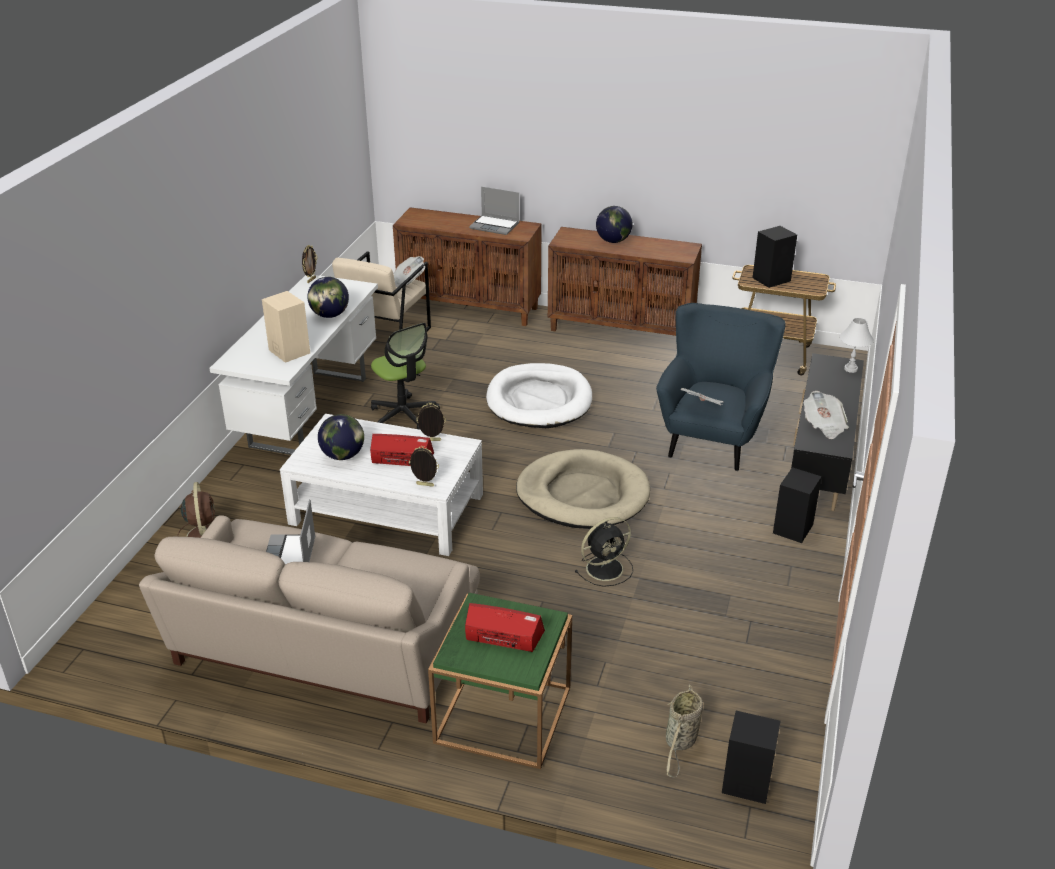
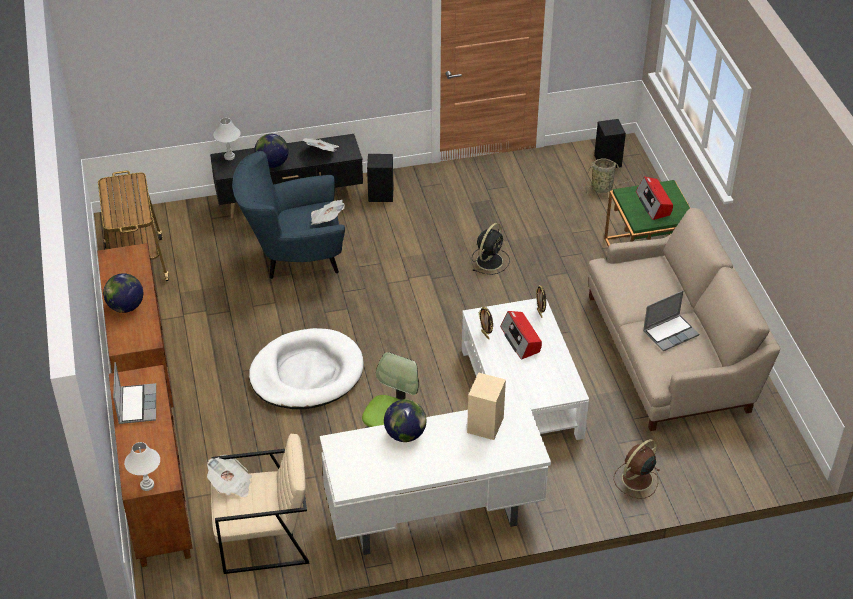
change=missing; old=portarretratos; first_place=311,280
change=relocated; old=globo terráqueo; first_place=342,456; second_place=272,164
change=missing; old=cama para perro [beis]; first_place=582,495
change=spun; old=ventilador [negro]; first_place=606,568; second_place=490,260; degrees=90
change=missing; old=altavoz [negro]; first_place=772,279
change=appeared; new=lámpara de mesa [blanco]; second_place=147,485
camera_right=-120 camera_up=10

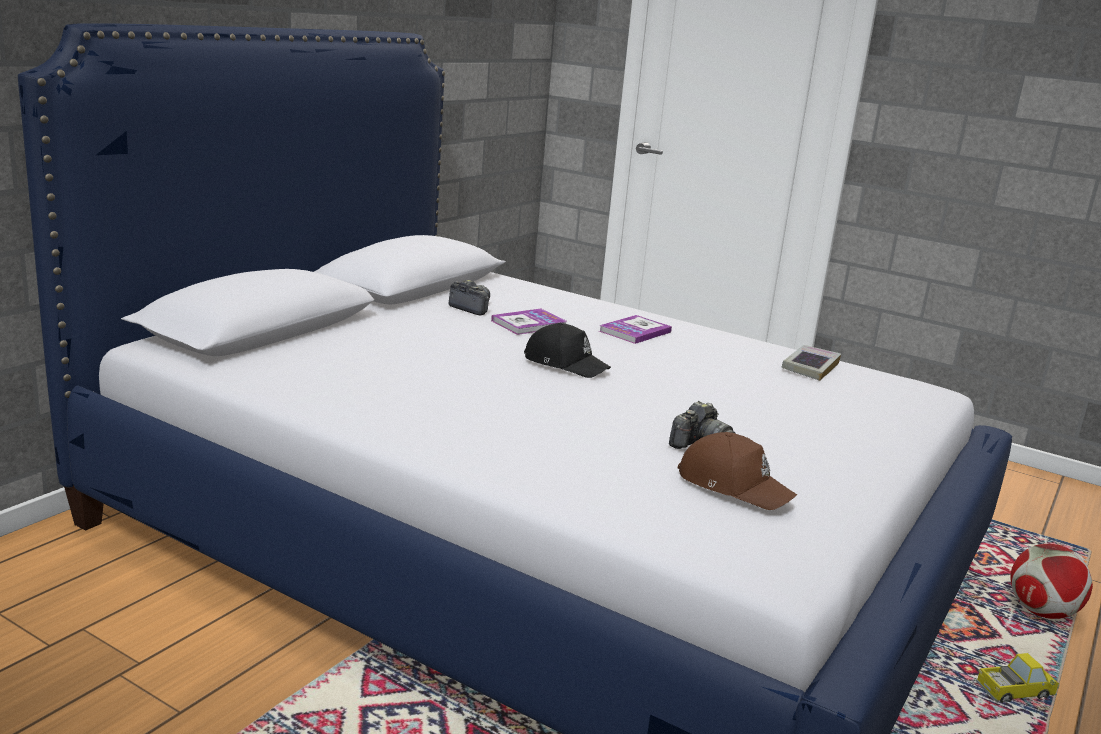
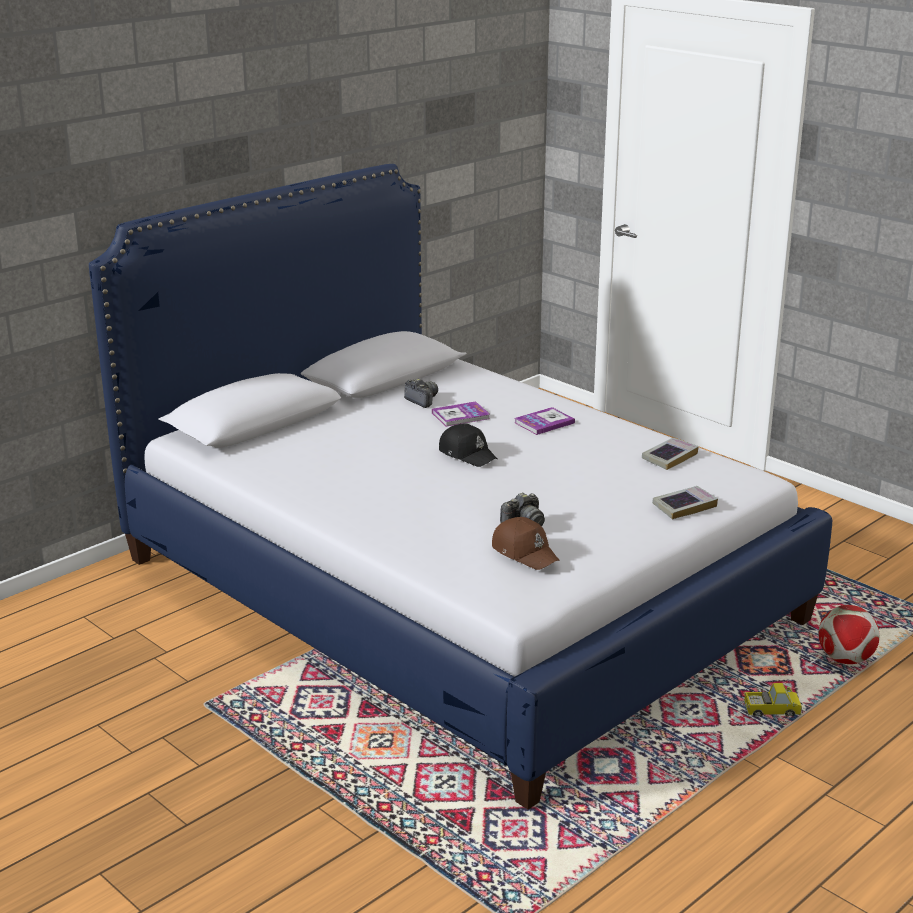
change=appeared; new=libro; second_place=684,506
camera_right=15 camera_up=5

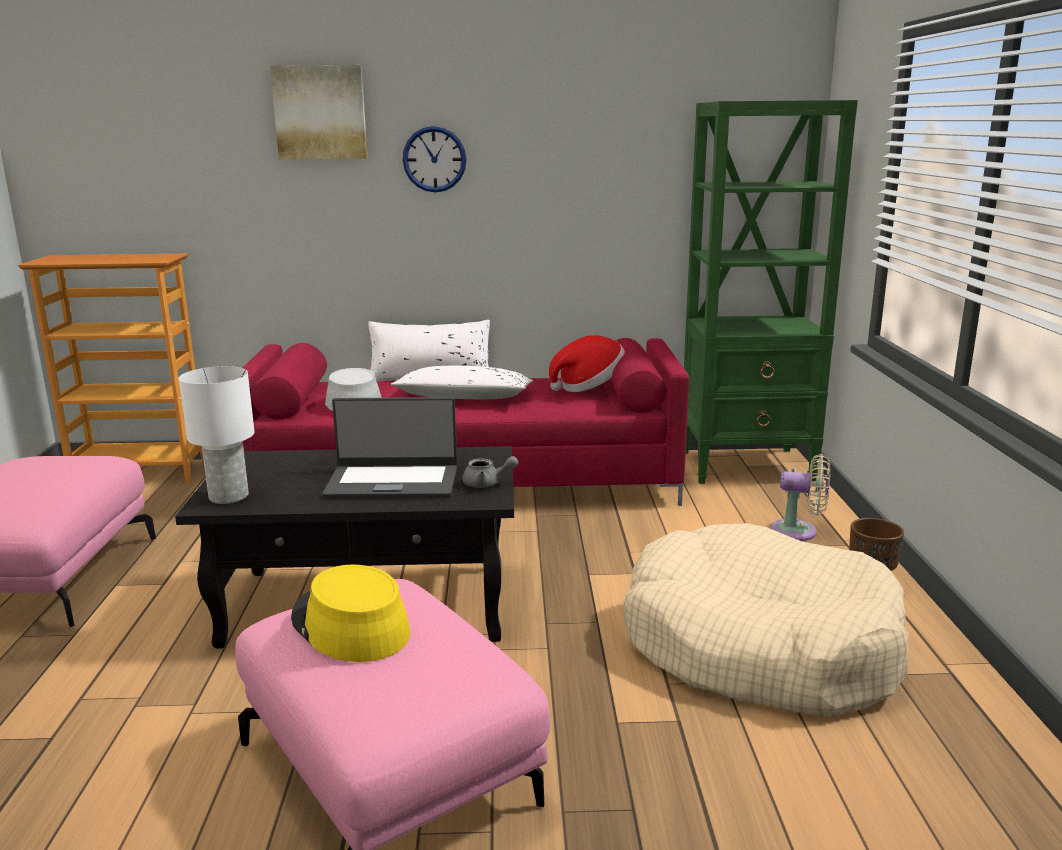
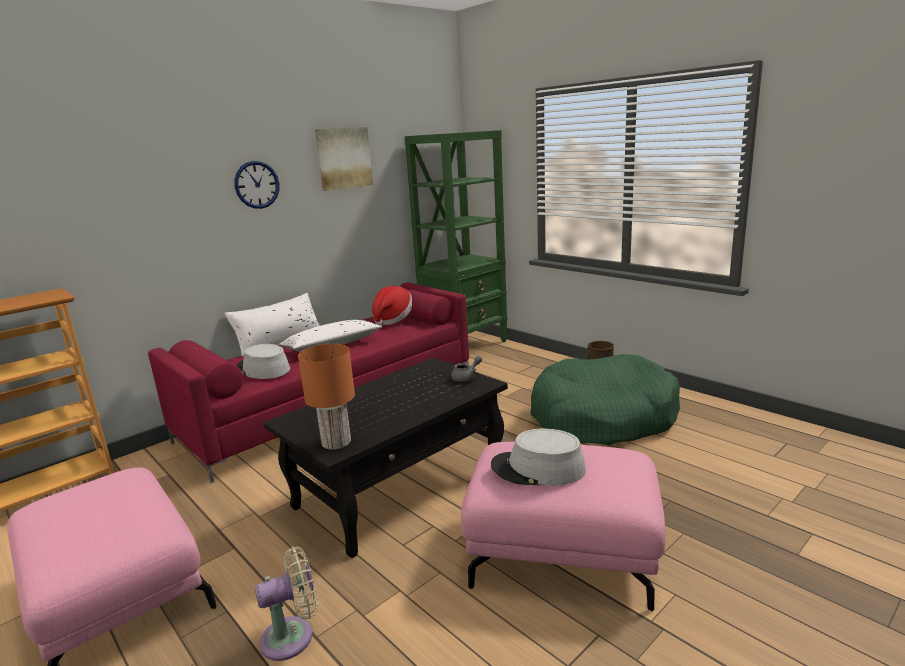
change=colour; old=lámpara de mesa [blanco]; new=lámpara de mesa [naranja]; first_place=227,496; second_place=335,442
change=relocated; old=cuadro; first_place=320,112; second_place=343,158
change=colour; old=sombrero [amarillo]; new=sombrero [gris]; first_place=349,626; second_place=538,469
change=missing; old=portátil; first_place=392,482
change=colour; old=cama para perro [beis]; new=cama para perro [verde]; first_place=759,646; second_place=602,417
change=relocated; old=ventilador [beis]; first_place=799,532; second_place=293,636
camera_right=-40 camera_up=0

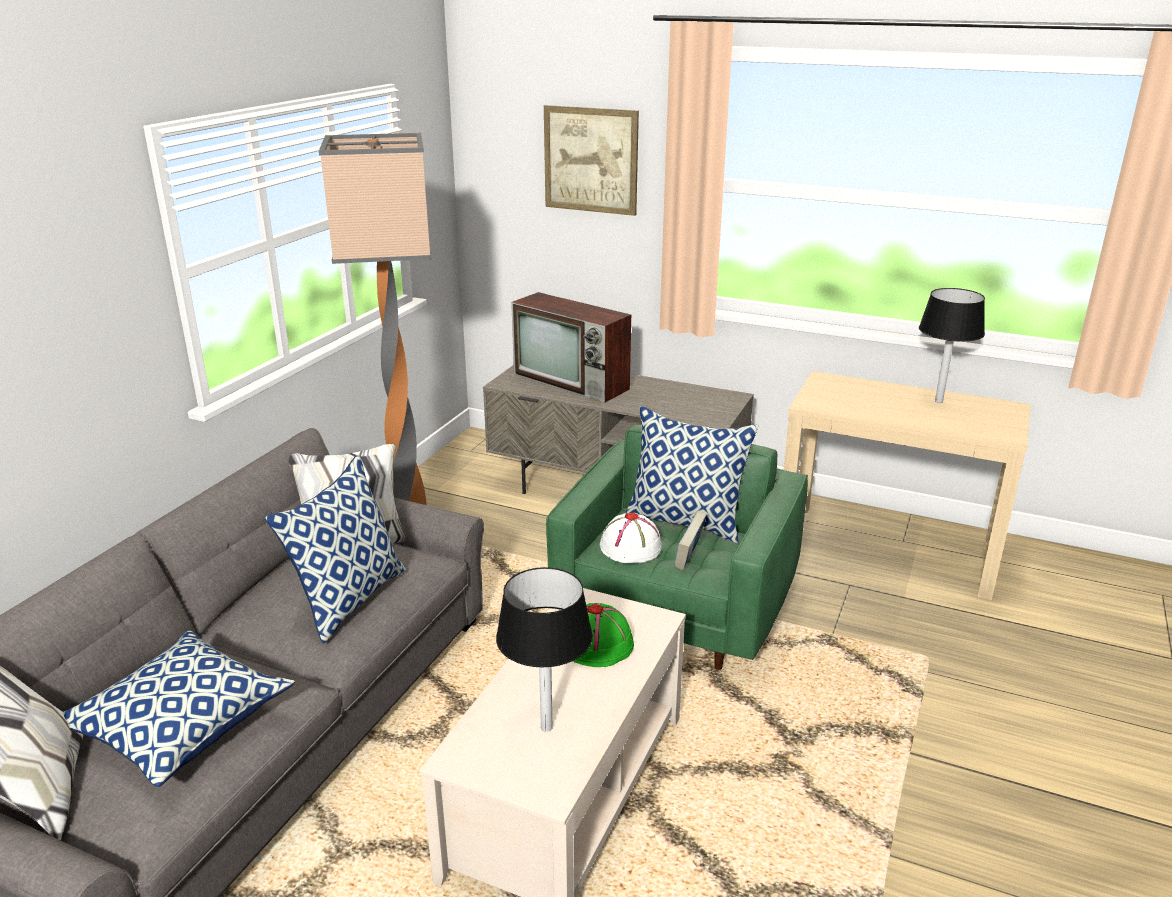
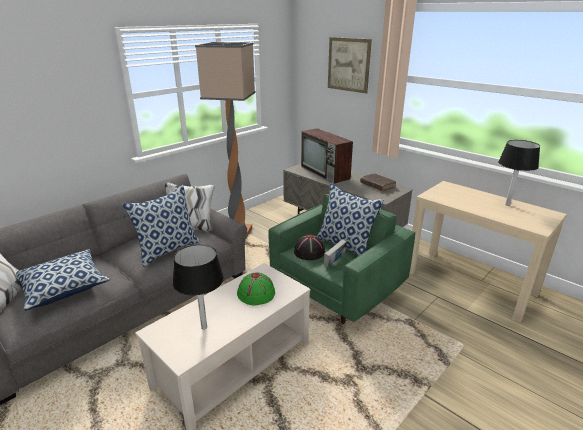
change=colour; old=sombrero [blanco]; new=sombrero [negro]; first_place=631,547; second_place=309,252
change=appeared; new=libro [marrón]; second_place=377,185
camera_right=20 camera_up=0

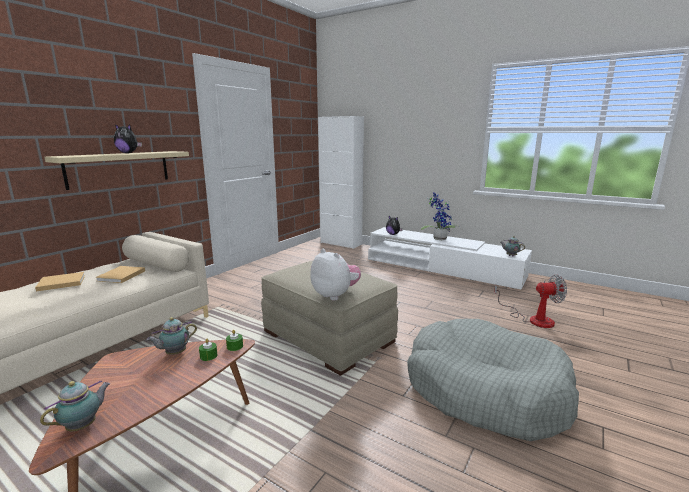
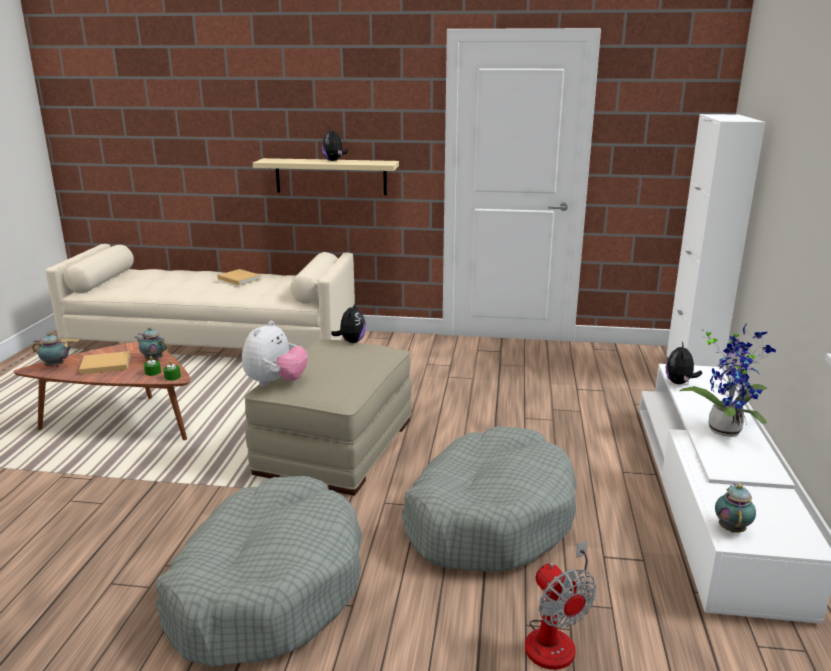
change=relocated; old=libro [beis]; first_place=120,276; second_place=104,365
change=appeared; new=peluche; second_place=351,341
change=appeared; new=cama para perro [gris]; second_place=488,517
camera_right=65 camera_up=5

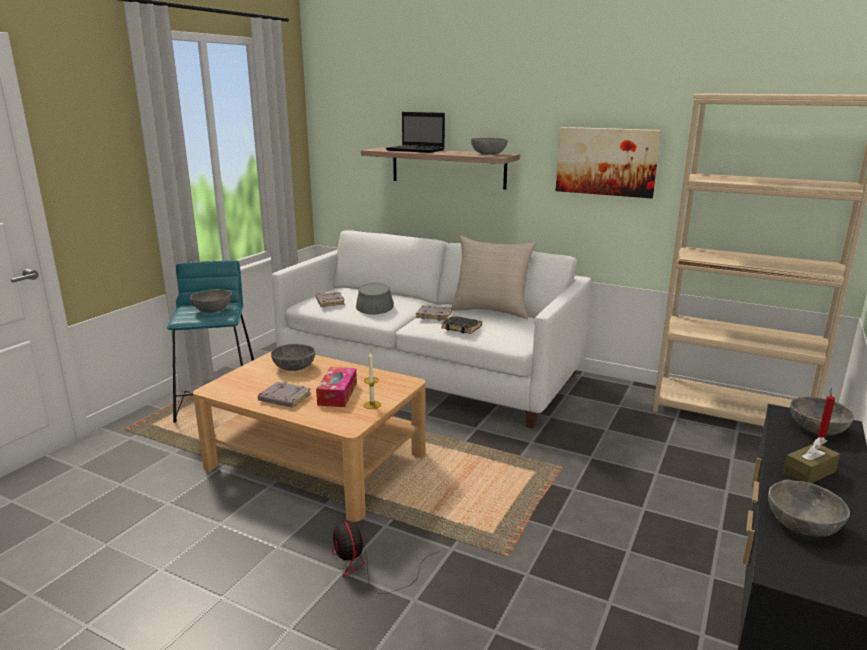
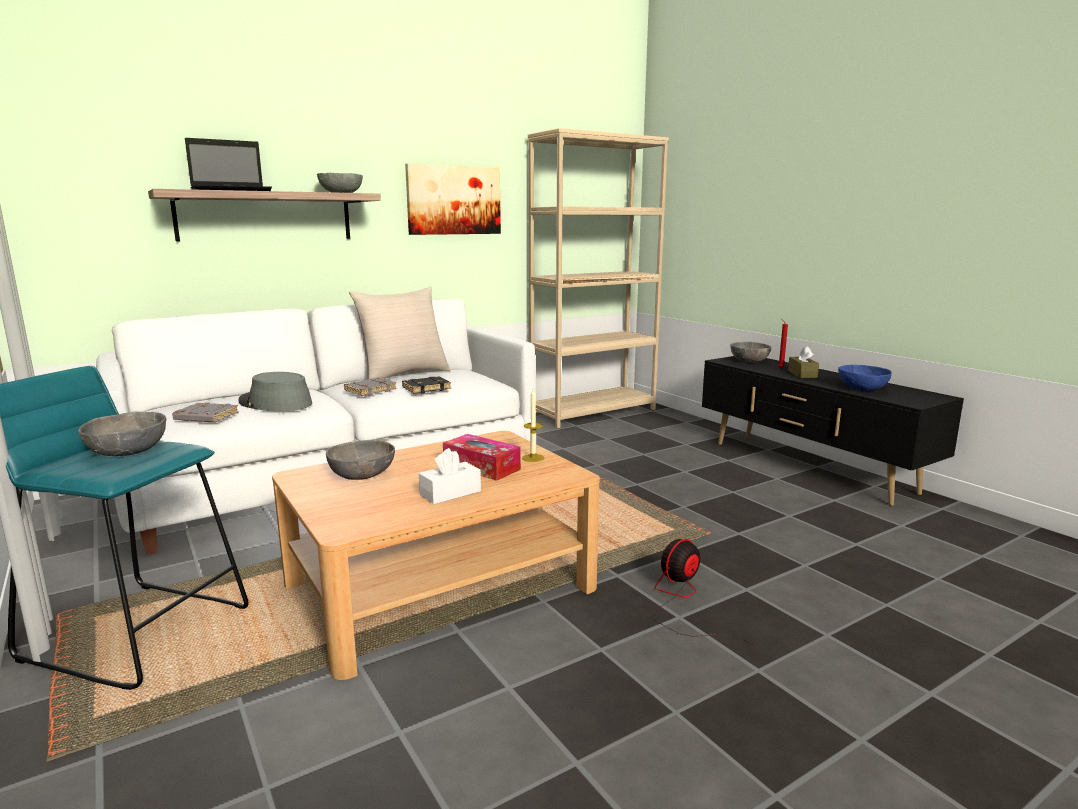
change=exchanged; old=libro [gris]; new=caja de pañuelos [blanco]; first_place=284,398; second_place=450,493
change=spun; old=ventilador; first_place=368,567; second_place=682,601; degrees=135
change=colour; old=cuenco [gris]; new=cuenco [azul]; first_place=802,524; second_place=862,388
camera_right=-60 camera_up=-5

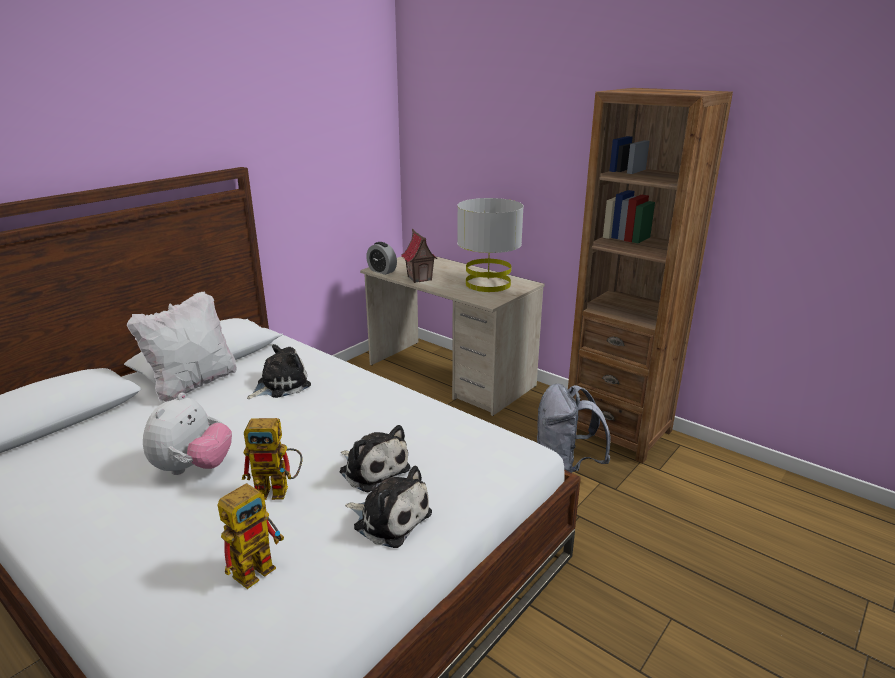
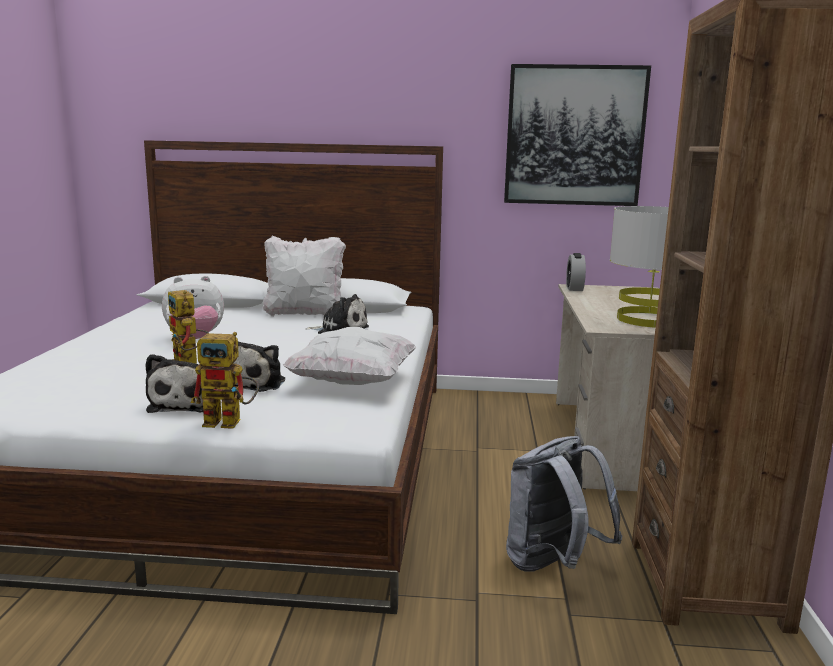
change=relocated; old=robot de juguete; first_place=259,565; second_place=231,422
change=missing; old=casita; first_place=420,278
change=appeared; new=cojín [blanco]; second_place=352,382
change=appeared; new=cuadro; second_place=574,136
camera_right=55 camera_up=-10

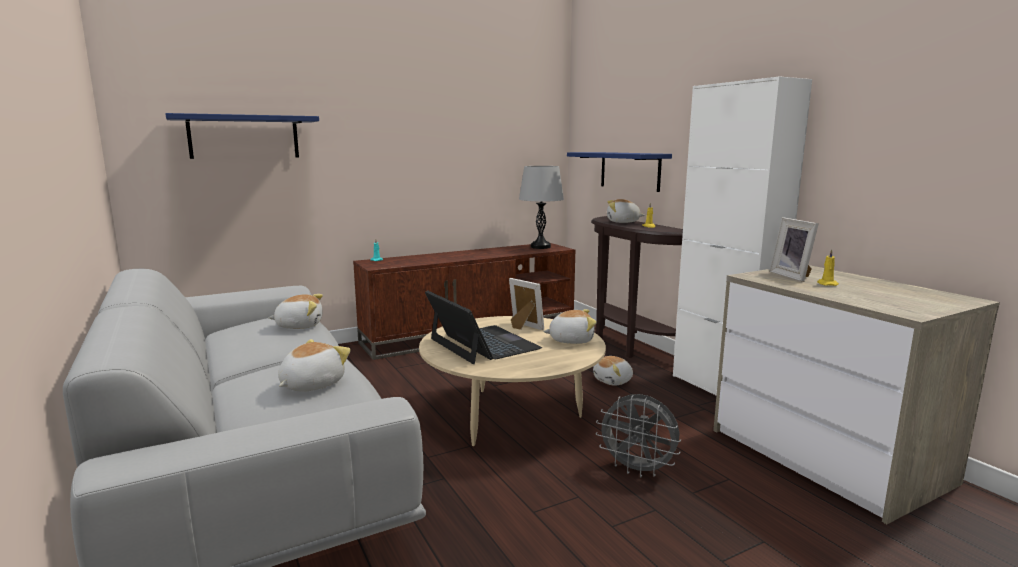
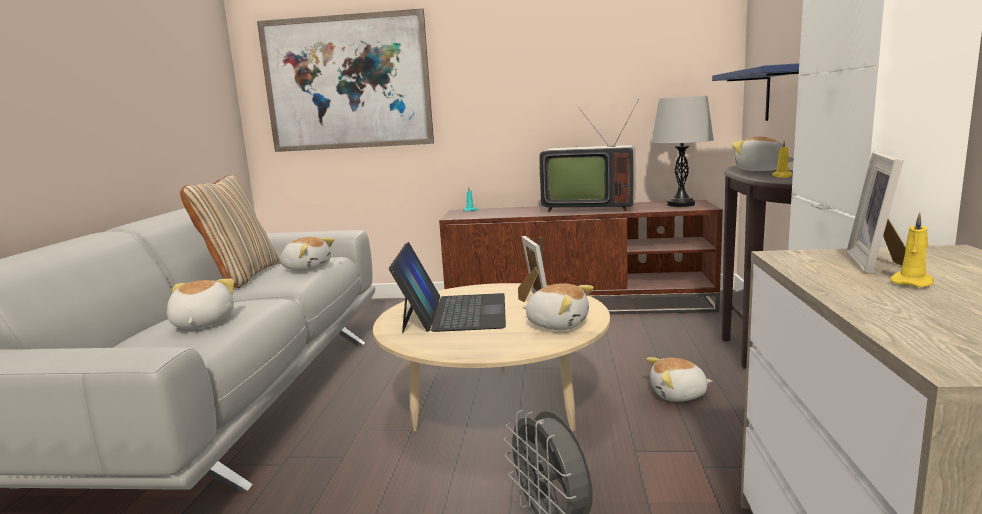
change=exchanged; old=estante [azul]; new=cuadro; first_place=244,137; second_place=347,83
change=spun; old=peluche; first_place=311,384; second_place=201,323; degrees=-75
change=appeared; new=cojín [beis]; second_place=241,276
change=appeared; new=televisor; second_place=587,207
camera_right=35 camera_up=0

